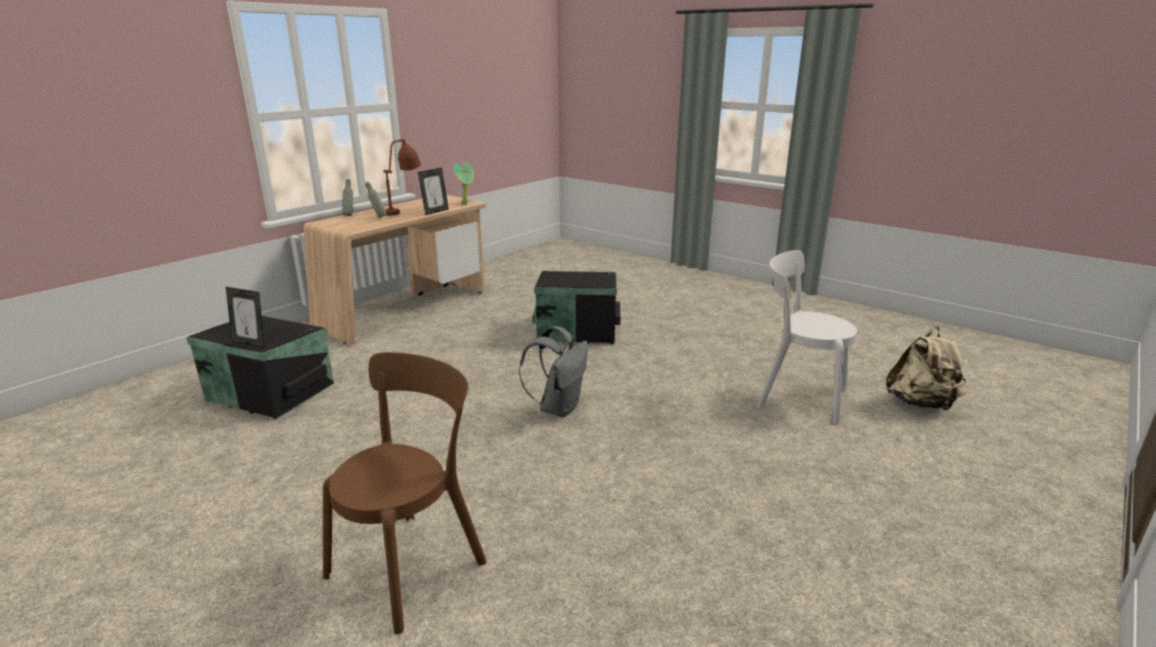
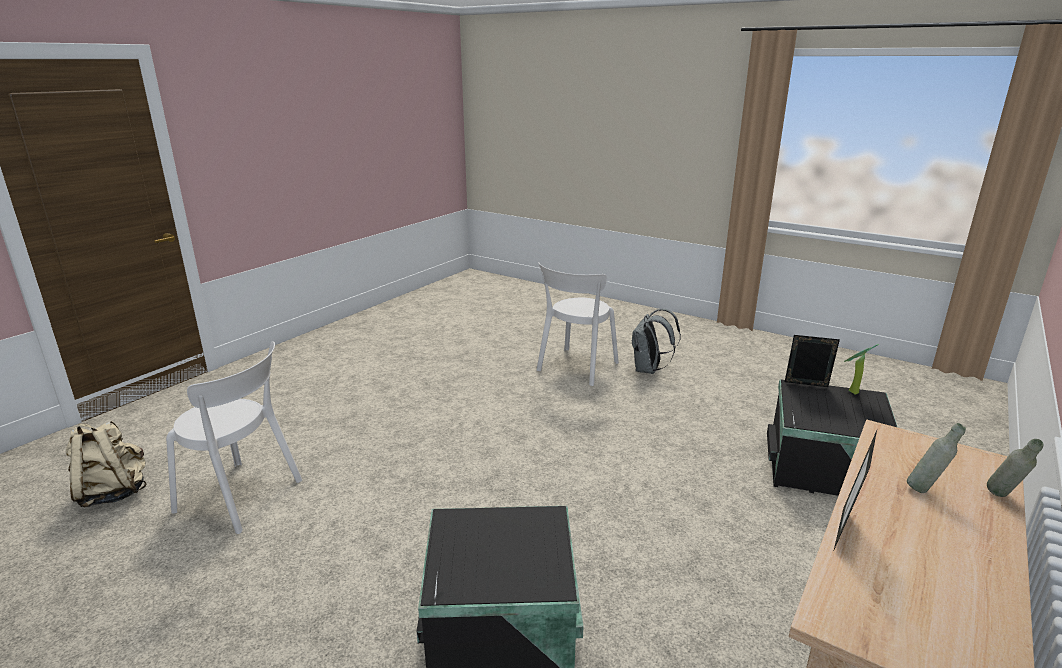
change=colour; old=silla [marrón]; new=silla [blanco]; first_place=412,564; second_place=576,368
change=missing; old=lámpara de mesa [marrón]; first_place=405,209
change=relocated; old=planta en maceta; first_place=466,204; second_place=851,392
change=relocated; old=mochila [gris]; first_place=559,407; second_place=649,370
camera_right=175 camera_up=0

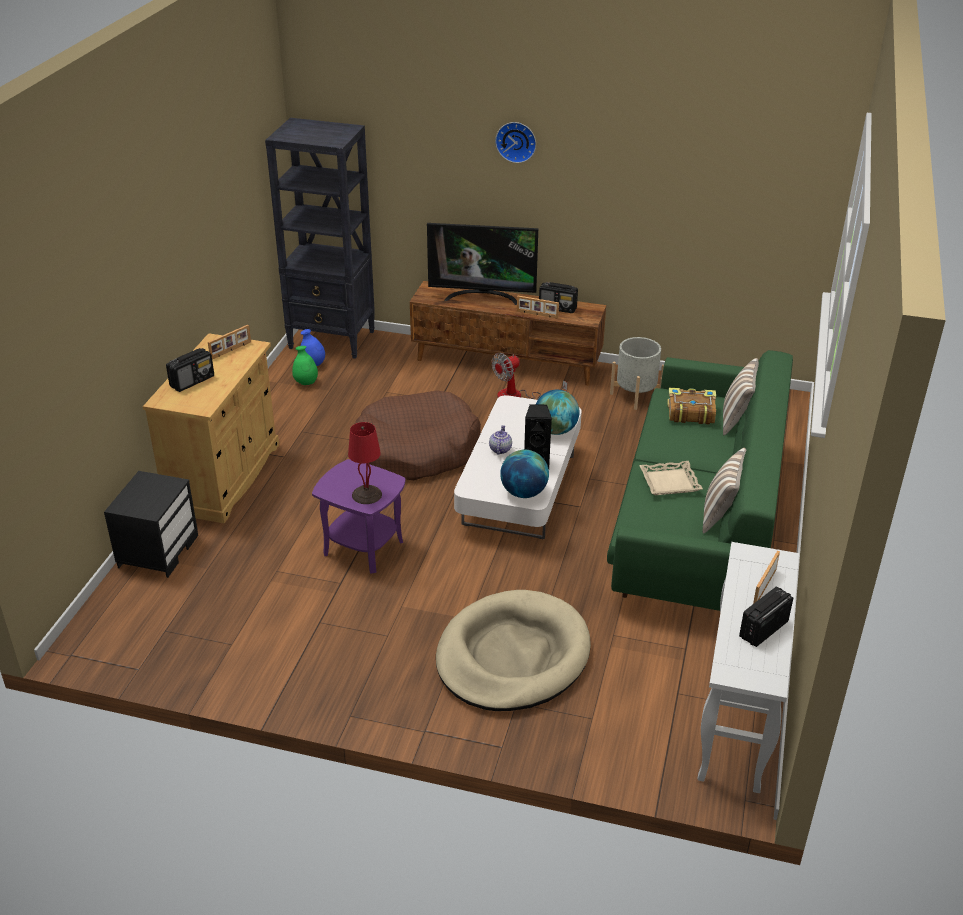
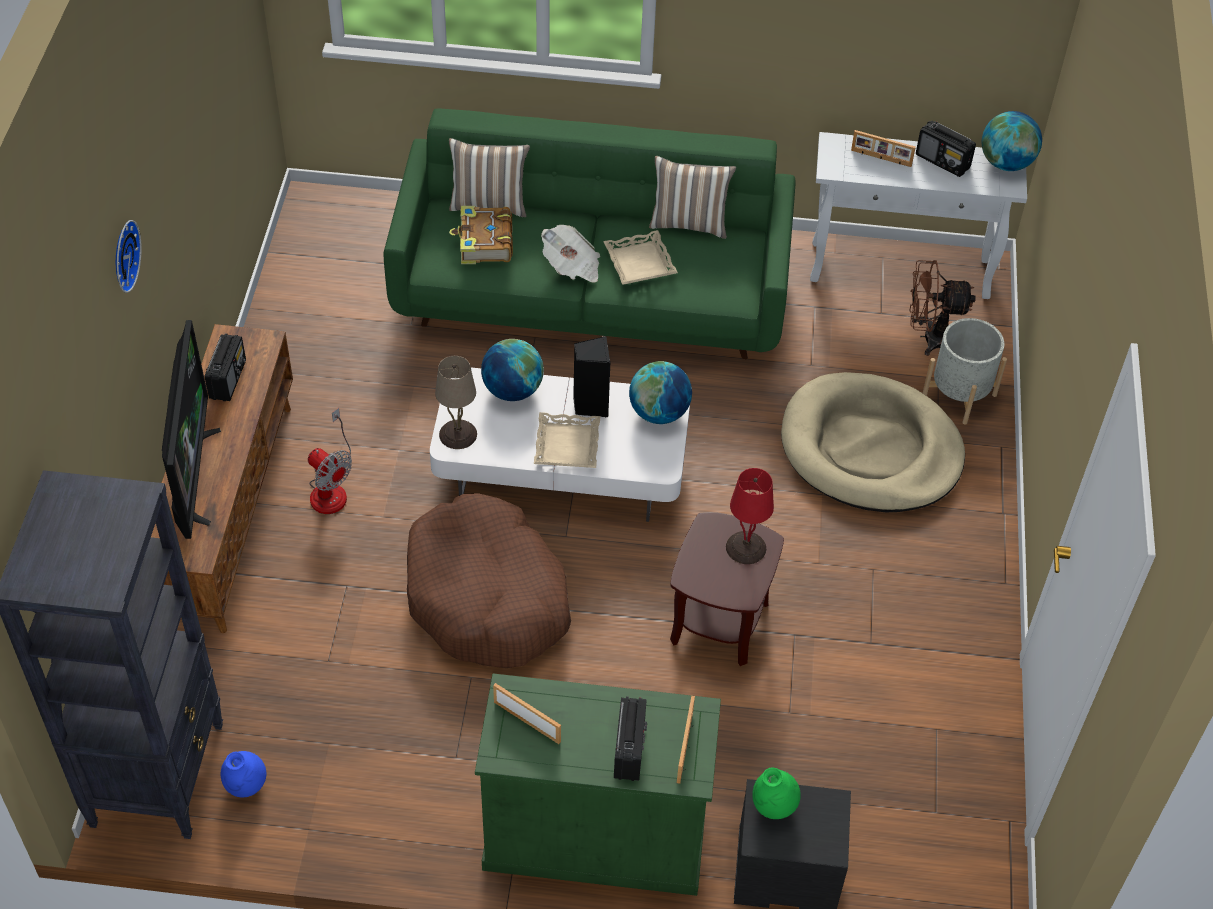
change=colour; old=armario [beis]; new=armario [verde]; first_place=224,477; second_place=595,836
change=spun; old=radio; first_place=192,381; second_place=629,749; degrees=60
change=relocated; old=florero [verde]; first_place=306,383; second_place=773,806
change=colour; old=mesa auxiliar [morado]; new=mesa auxiliar [marrón]; first_place=363,548; second_place=720,622
change=exchanged; old=tetera; new=bandeja [beis]; first_place=499,449; second_place=568,445
change=relocated; old=portarretratos; first_place=537,314; second_place=686,747
change=relocated; old=maceta [gris]; first_place=635,395; second_place=959,395
change=appeared; new=lámpara de mesa [beis]; second_place=457,434
change=appeared; new=periódico; second_place=572,266
change=appeared; new=ventilador [marrón]; second_place=929,337
change=appeared; new=globo terráqueo; second_place=1006,163
camera_right=-100 camera_up=15

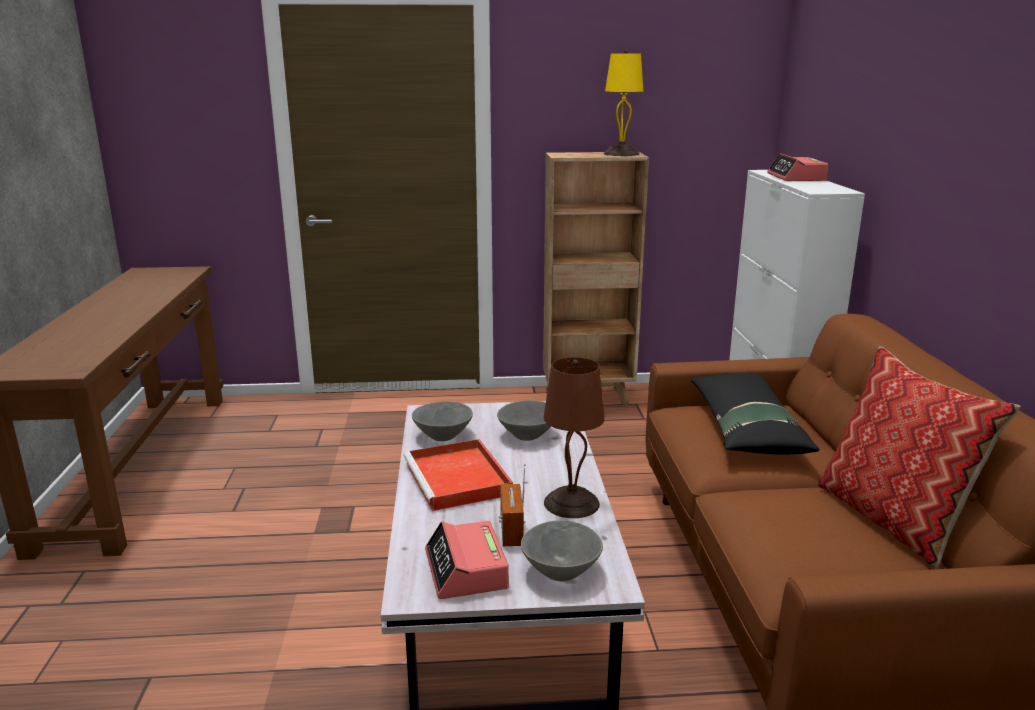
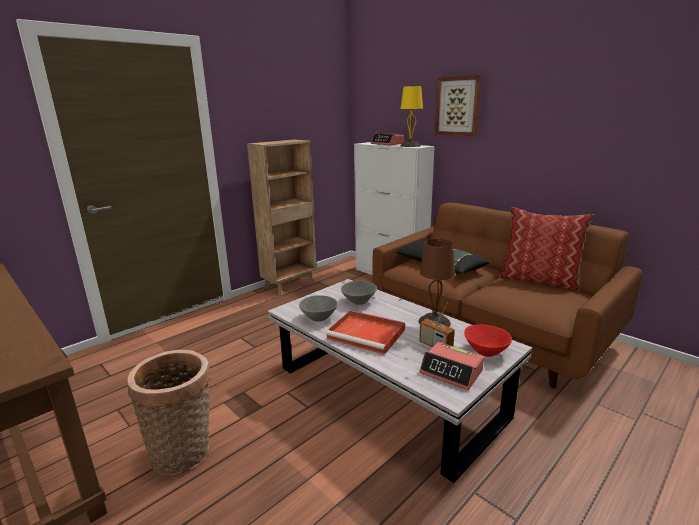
change=colour; old=cuenco [gris]; new=cuenco [rojo]; first_place=562,571; second_place=485,351
change=relocated; old=lámpara de mesa [amarillo]; first_place=622,154; second_place=410,145
change=appeared; new=cesta; second_place=184,453
change=appeared; new=cuadro; second_place=458,106
camera_right=-40 camera_up=0

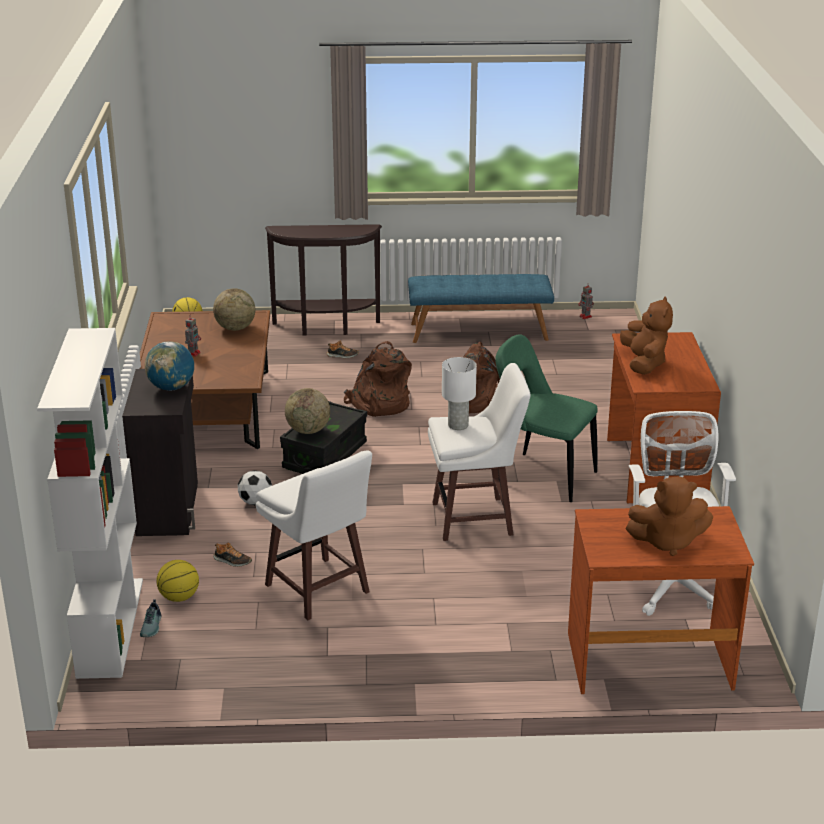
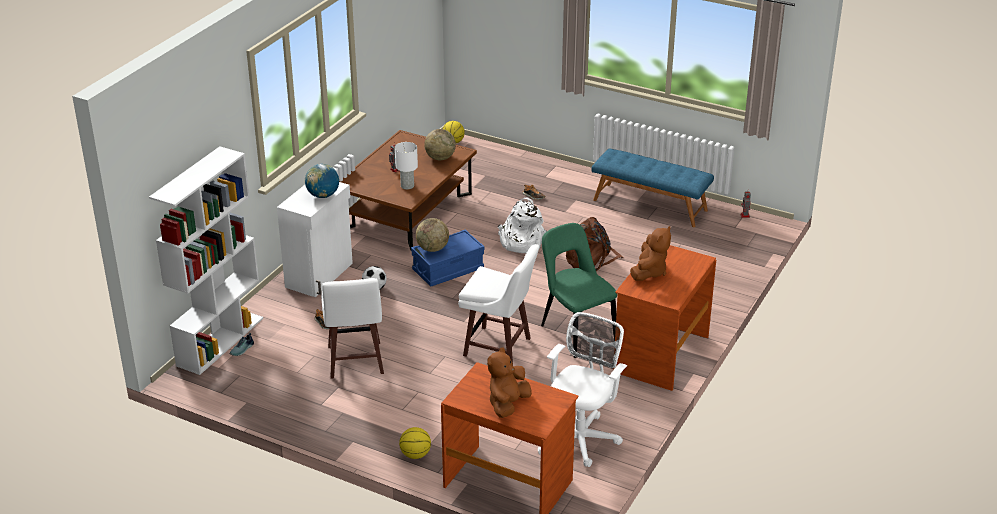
change=colour; old=armario [negro]; new=armario [blanco]; first_place=169,508; second_place=320,275
change=relocated; old=balón de baloncesto; first_place=179,597; second_place=415,454
change=missing; old=mesa consola [marrón]; first_place=326,328
change=colour; old=caja de almacenaje [negro]; new=caja de almacenaje [azul]; first_place=325,456; second_place=448,269
change=colour; old=mochila [marrón]; new=mochila [blanco]; first_place=379,404; second_place=521,242
change=relocated; old=lámpara de mesa [blanco]; first_place=458,425; second_place=407,186
change=spun; old=peluche [marrón]; first_place=667,542; second_place=507,404; degrees=90
camera_right=30 camera_up=5

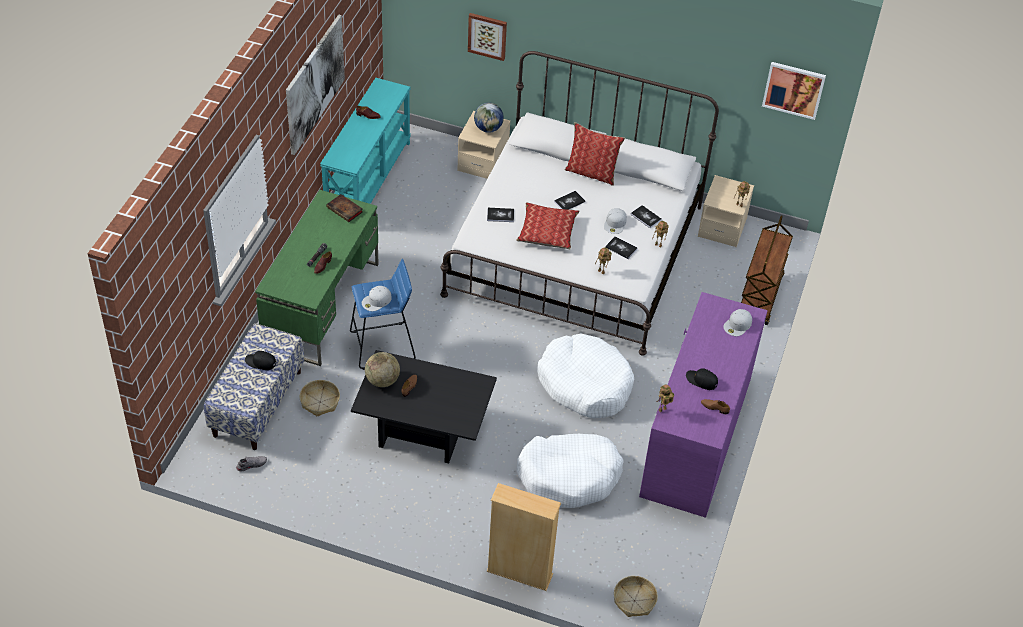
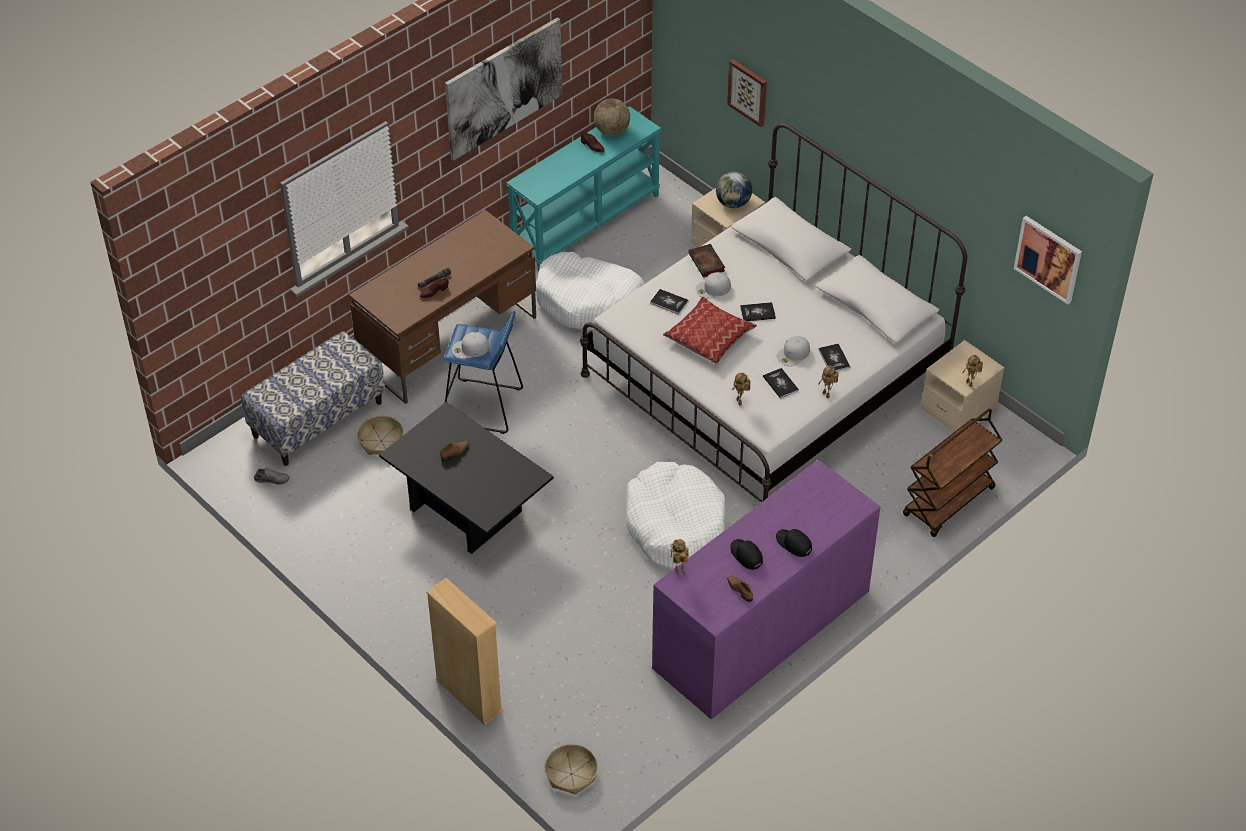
change=relocated; old=gorra [negro]; first_place=260,362; second_place=793,544
change=colour; old=escritorio [verde]; new=escritorio [marrón]; first_place=322,305; second_place=449,341
change=relocated; old=libro; first_place=345,210; second_place=707,263
change=relocated; old=globo terráqueo; first_place=382,380; second_place=612,131
change=relocated; old=cama para perro [blanco]; first_place=569,476; second_place=589,302
change=missing; old=cojín; first_place=592,172
change=relocated; old=gorra [blanco]; first_place=738,325; second_place=713,289
camera_right=30 camera_up=0

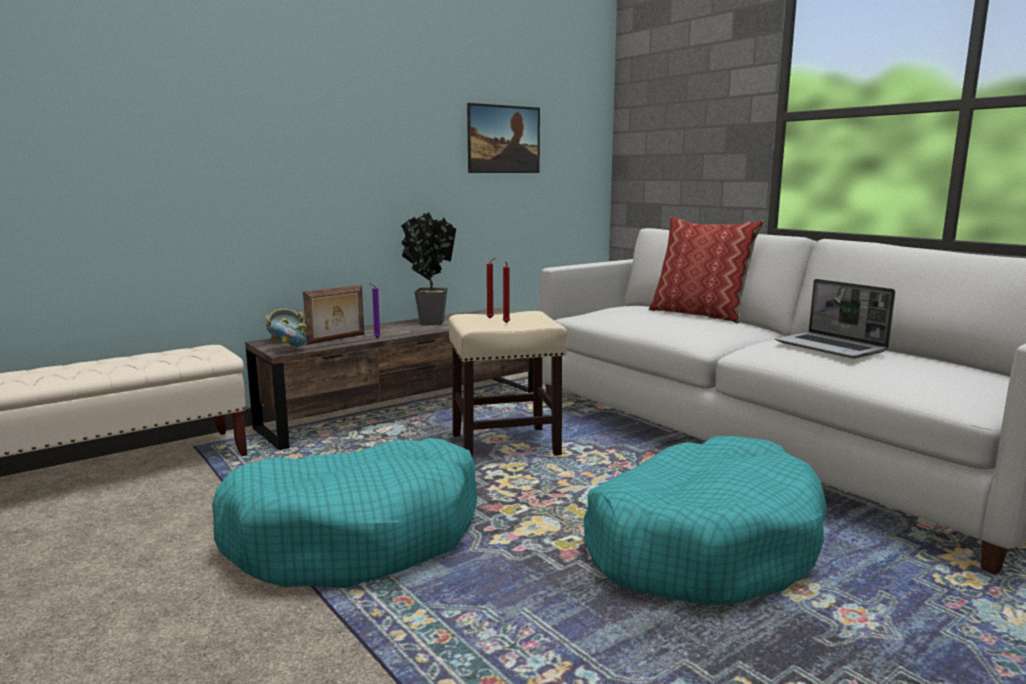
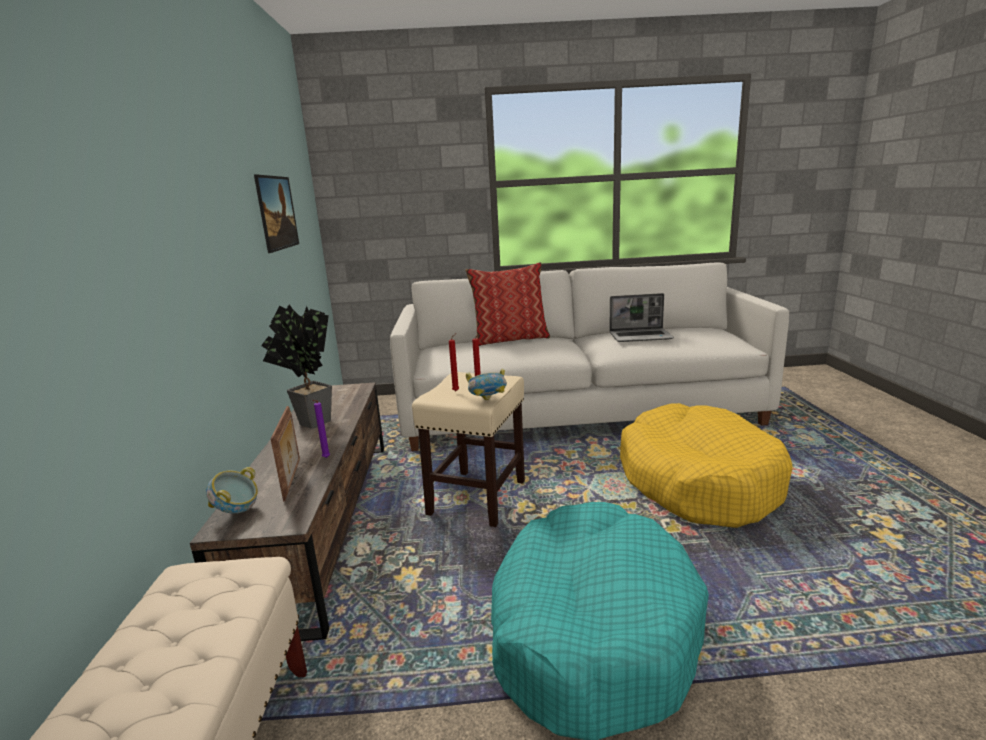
change=relocated; old=cuenco; first_place=290,350; second_place=488,401
change=colour; old=cama para perro [turquesa]; new=cama para perro [amarillo]; first_place=701,544; second_place=697,481
camera_right=-55 camera_up=5

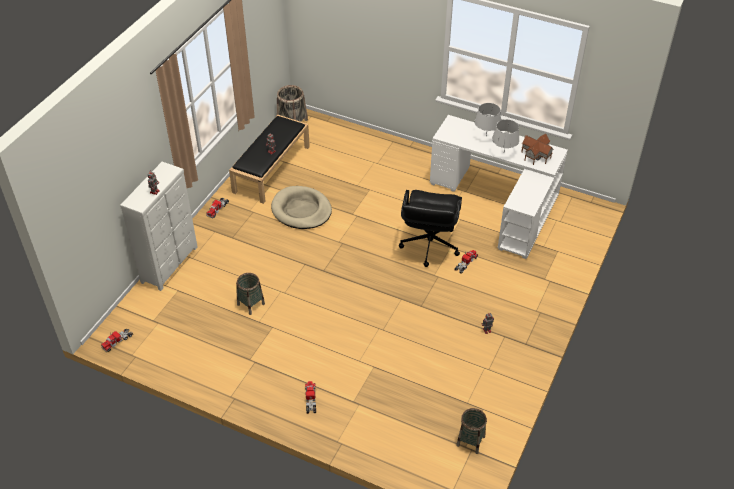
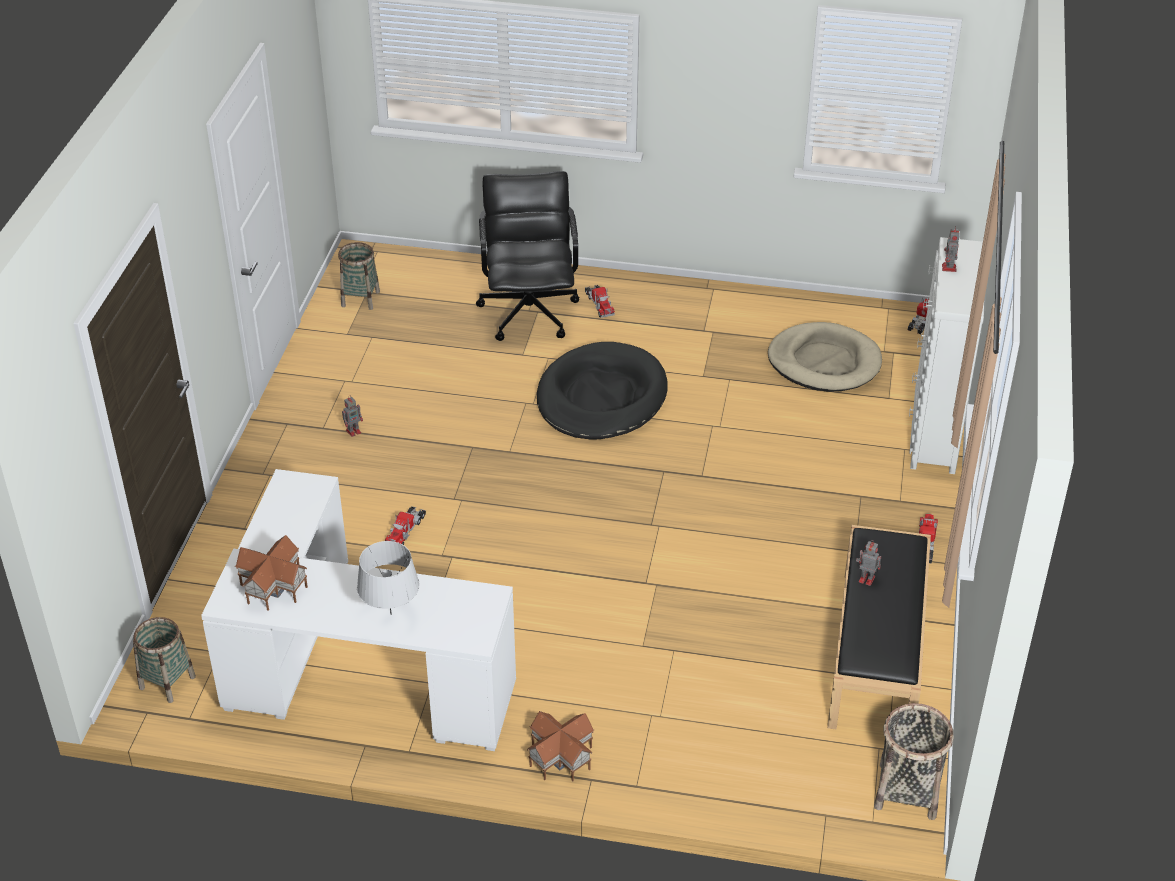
change=relocated; old=cesta; first_place=251,304; second_place=167,682
change=relocated; old=cama para perro [beis]; first_place=301,210; second_place=824,362
change=relocated; old=silla de oficina [negro]; first_place=429,245; second_place=530,312
change=missing; old=lámpara de mesa [gris]; first_place=503,153
change=appeared; new=casita; second_place=560,758
change=appeared; new=cama para perro [negro]; second_place=601,397
camera_right=165 camera_up=-5

